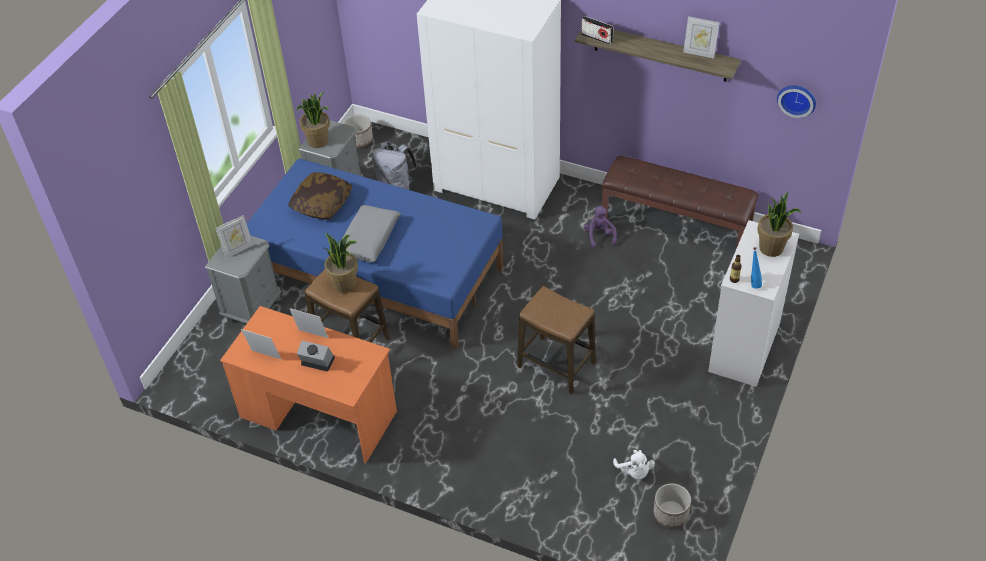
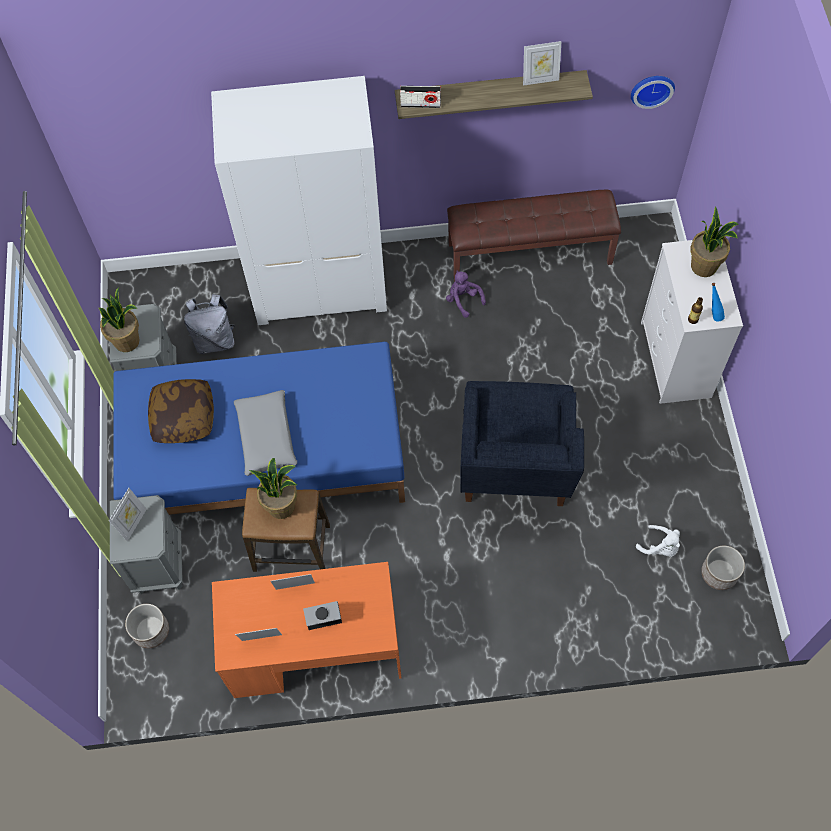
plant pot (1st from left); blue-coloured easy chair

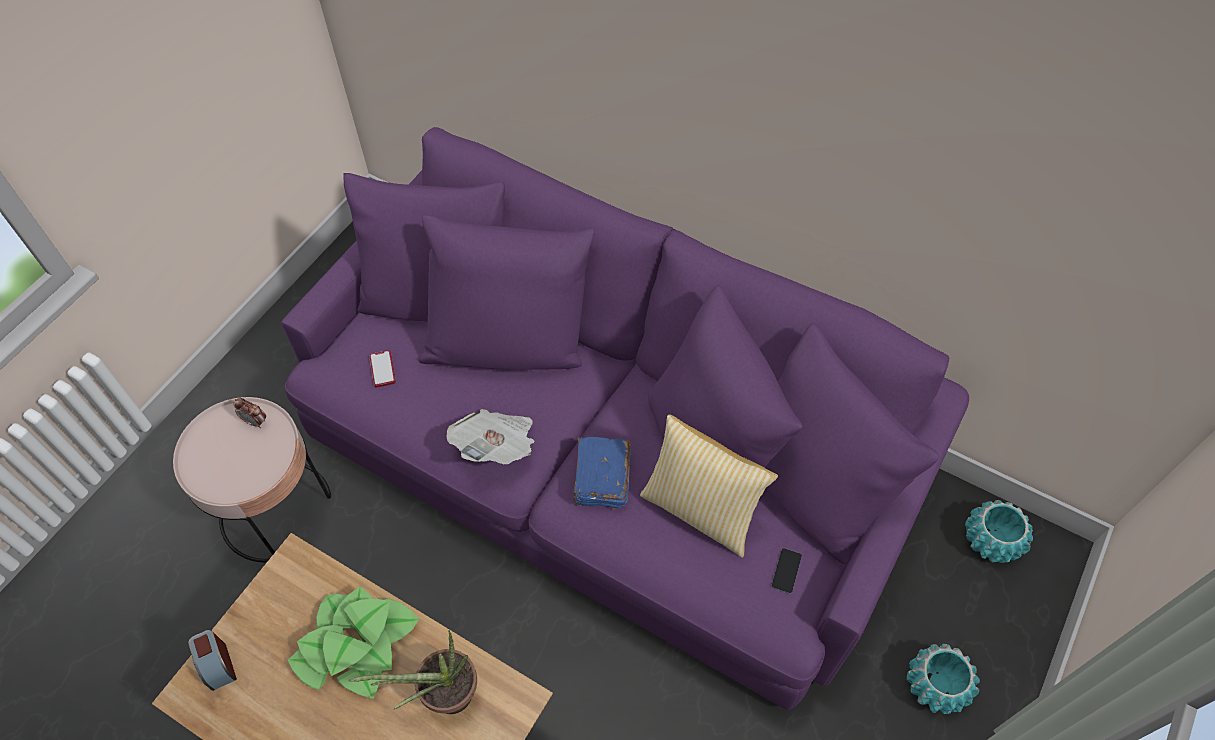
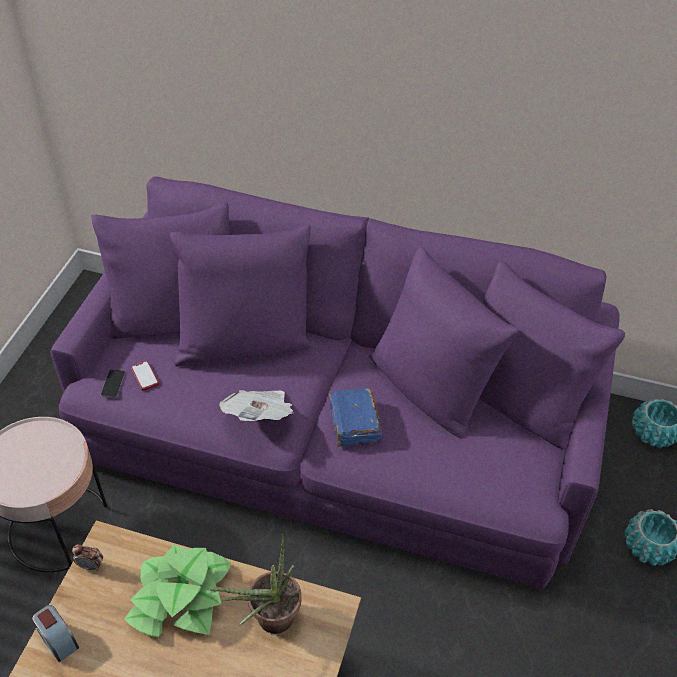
throw pillow; table clock (2nd from left); telephone (1st from left)

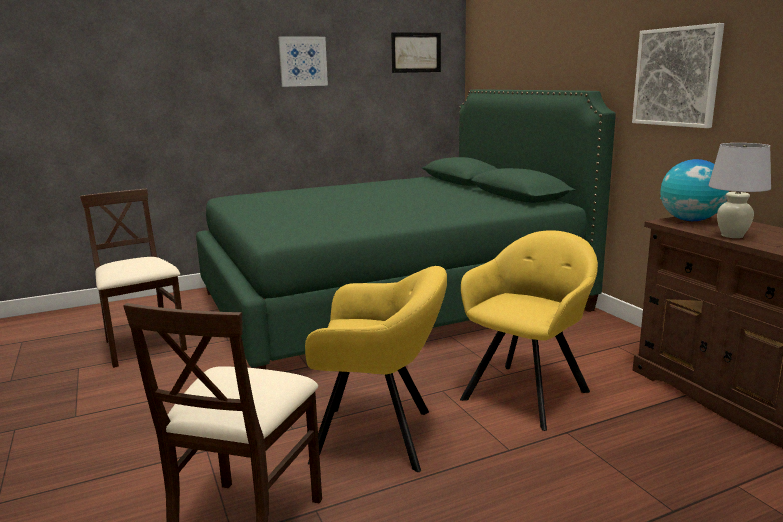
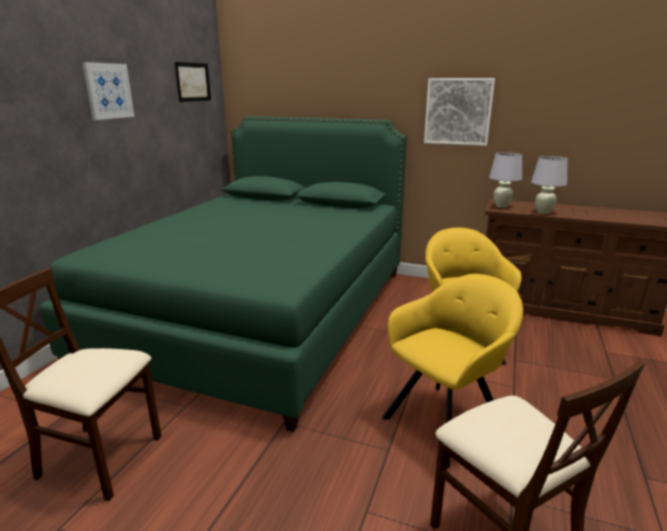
white lamp for a table (1st from left)

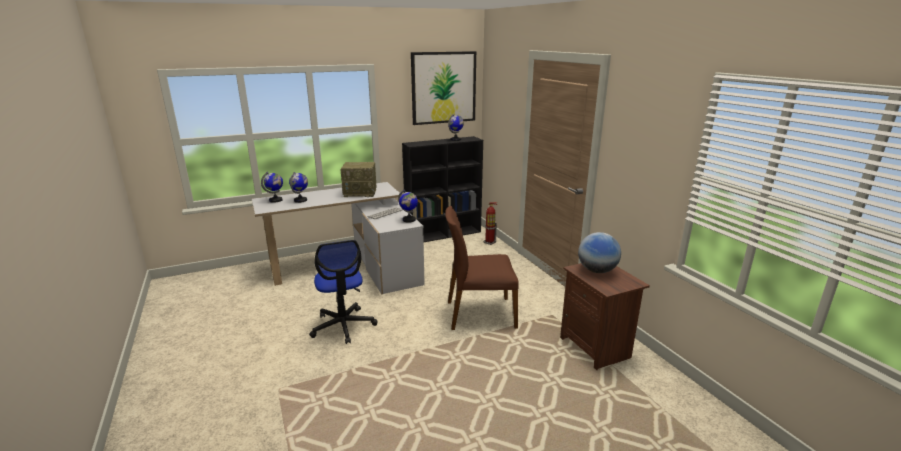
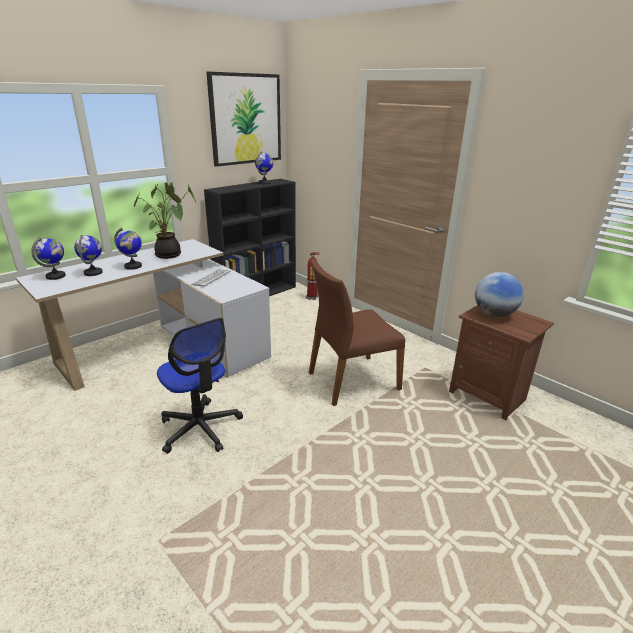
world globe (3rd from left); plant in a pot

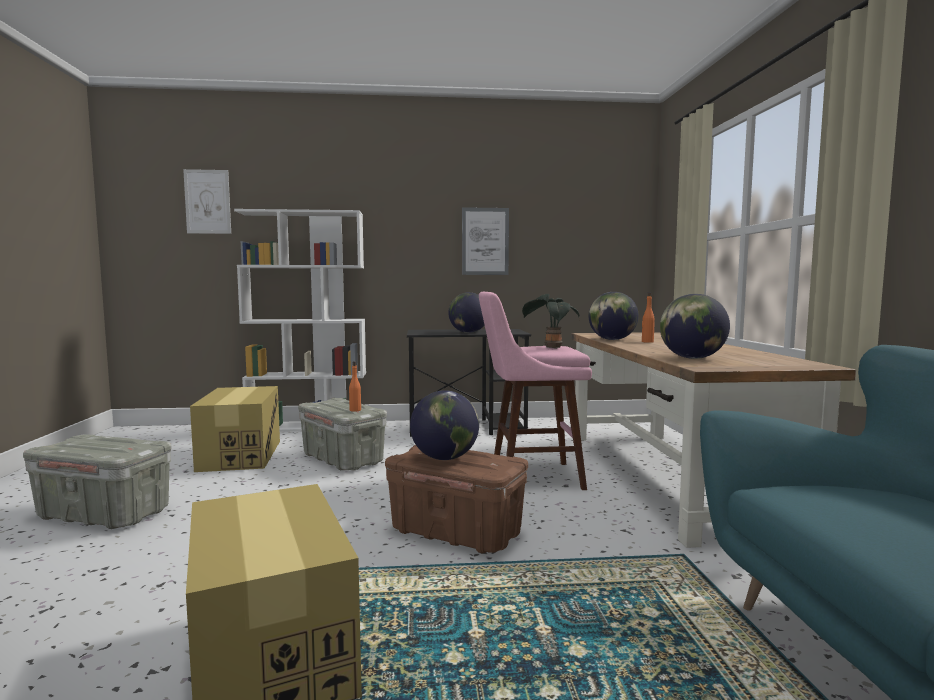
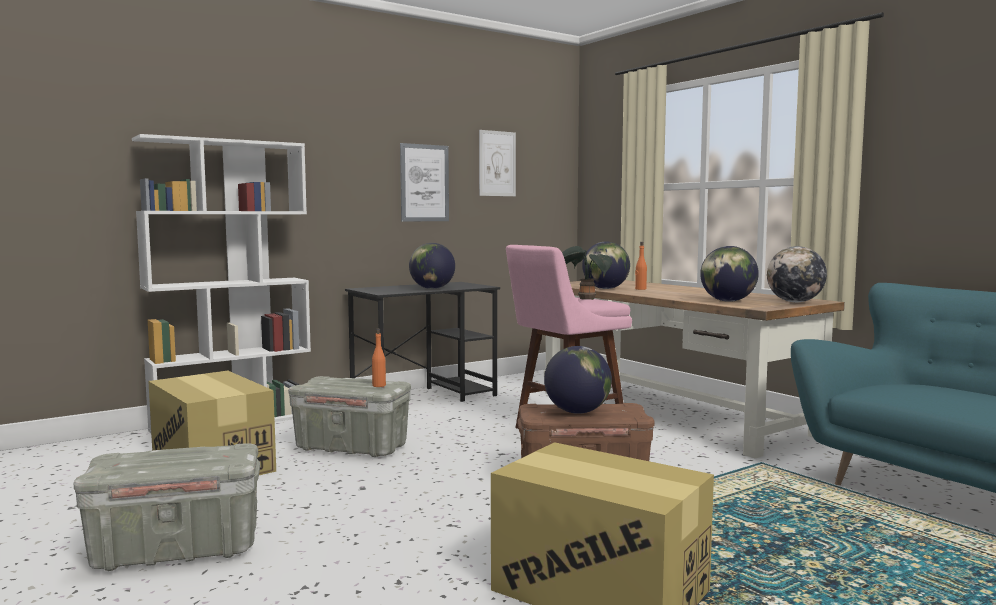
world globe (5th from left); wall picture (2nd from left)

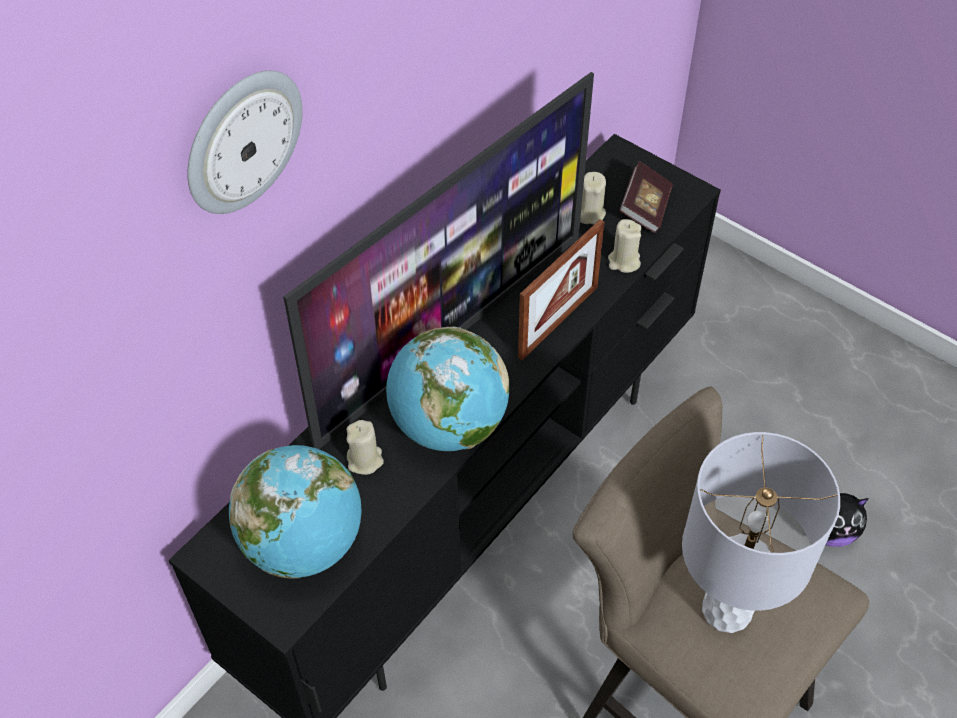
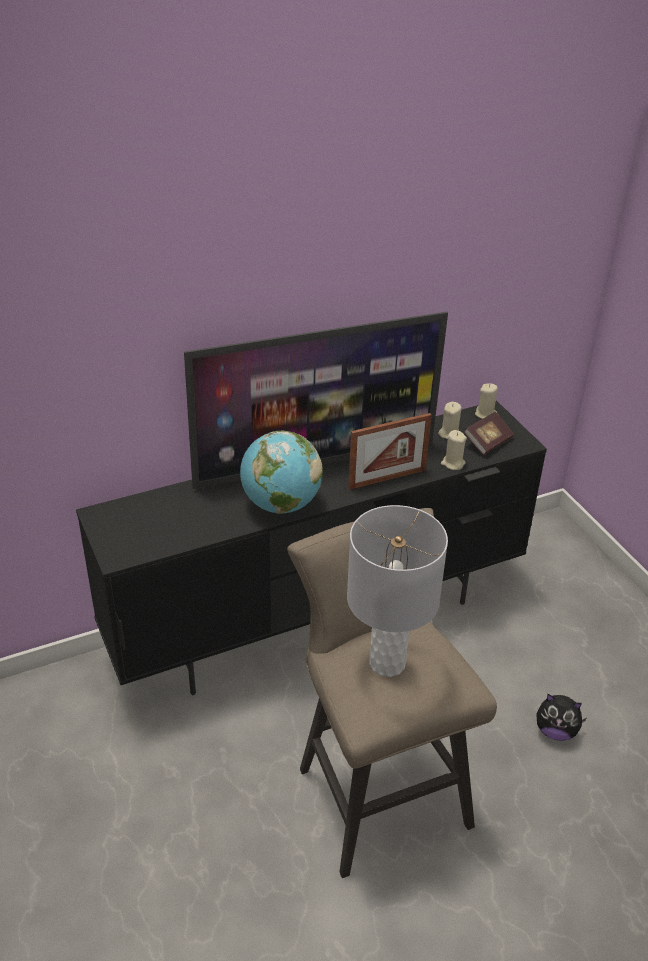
clock on the wall; world globe (1st from left in the first image); beige wax candle (3rd from left)

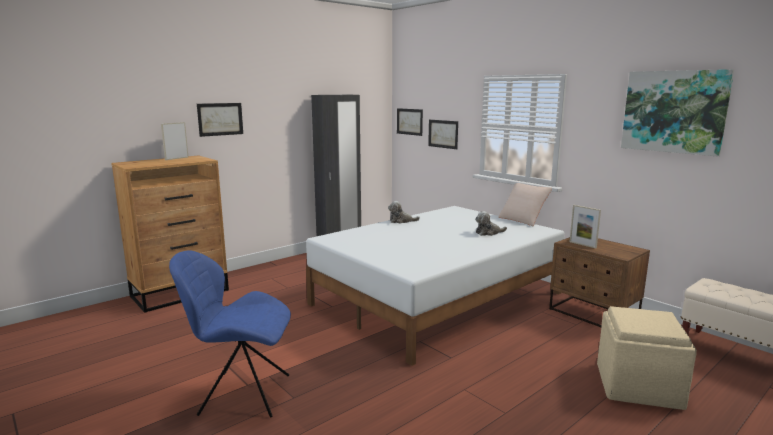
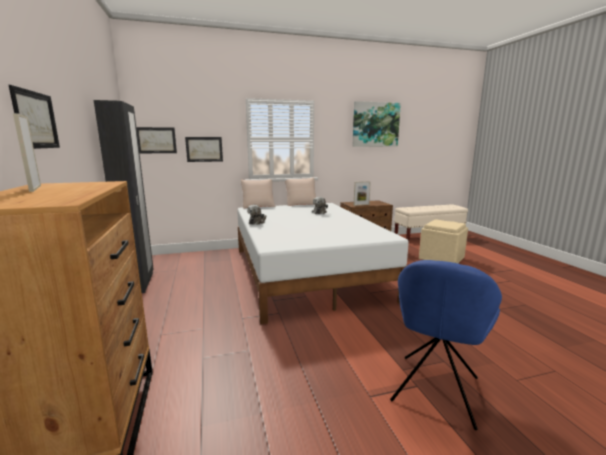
beige throw pillow (1st from left)

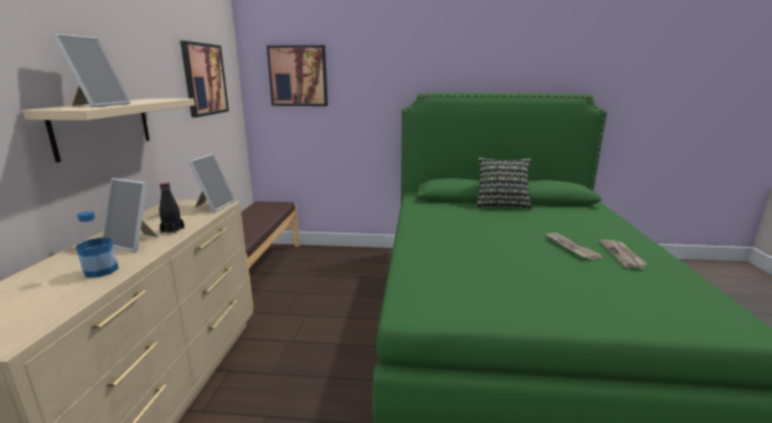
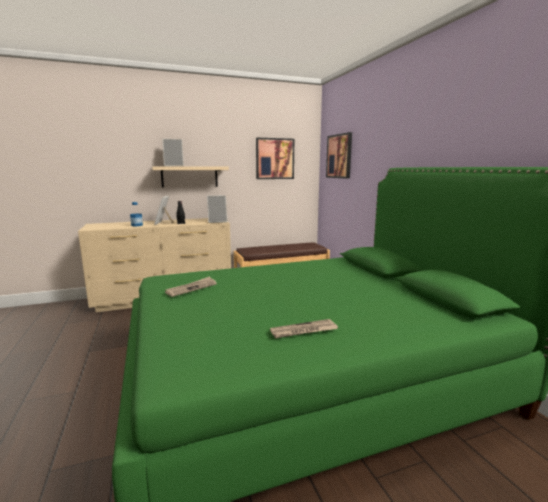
throw pillow; newspaper (1st from left)

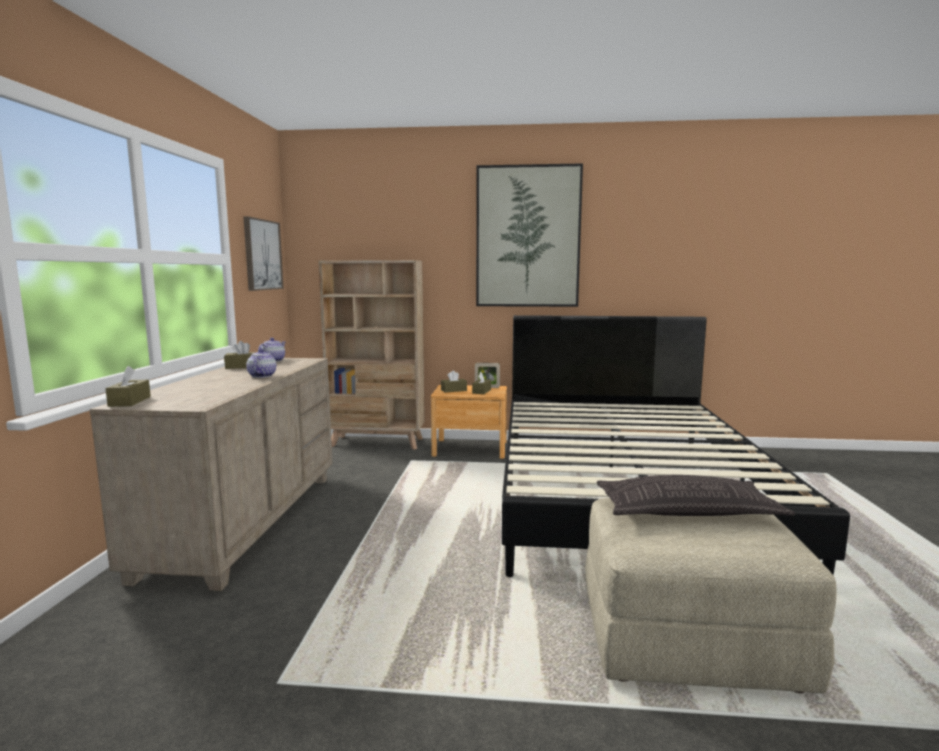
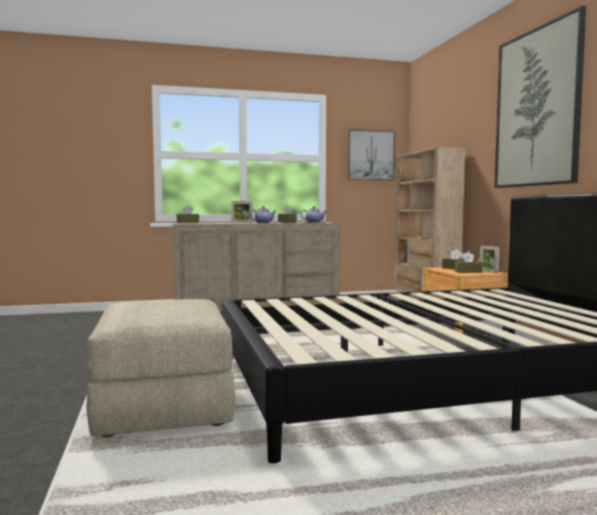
throw pillow; standing frame (1st from left)

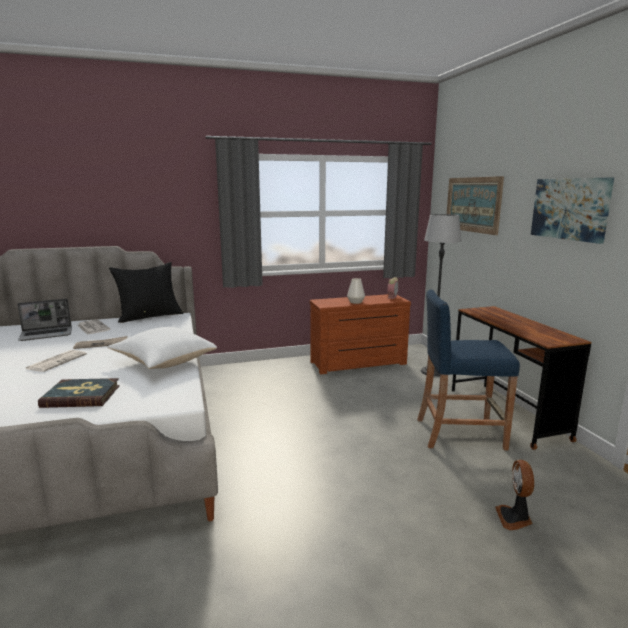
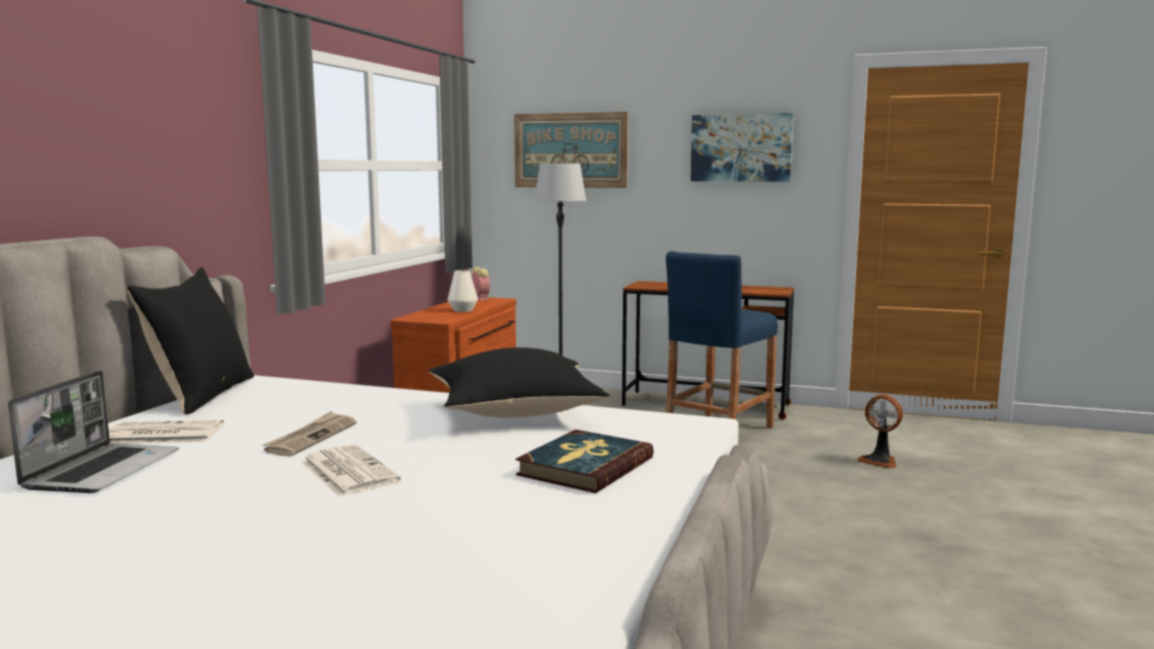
blackish throw pillow (2nd from left)

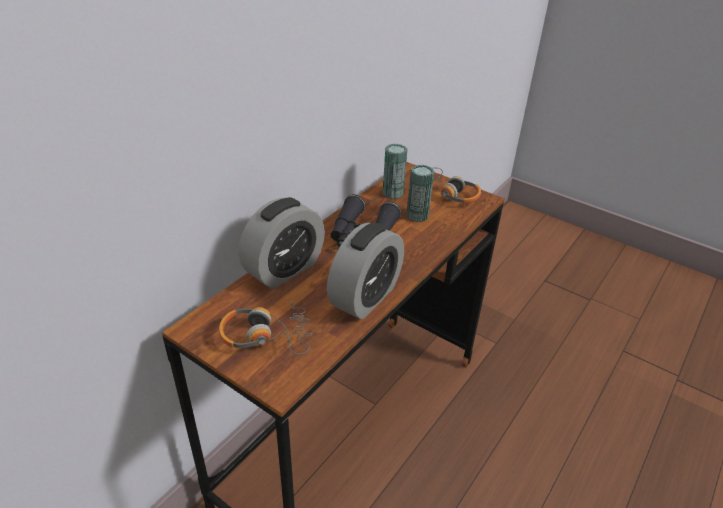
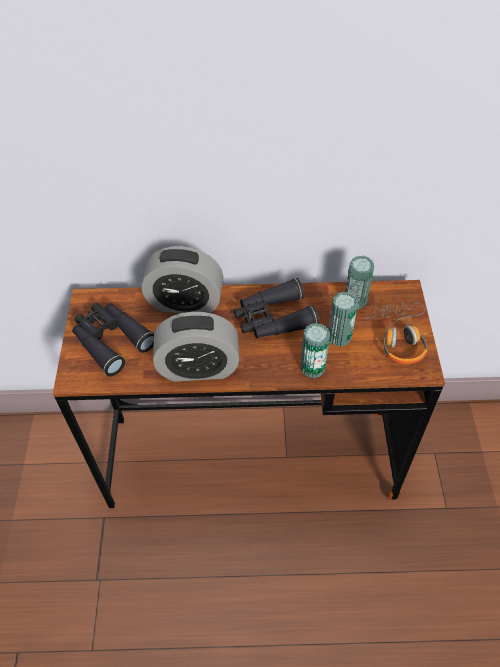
sealed can (1st from left); blackish pair of binoculars (1st from left)

